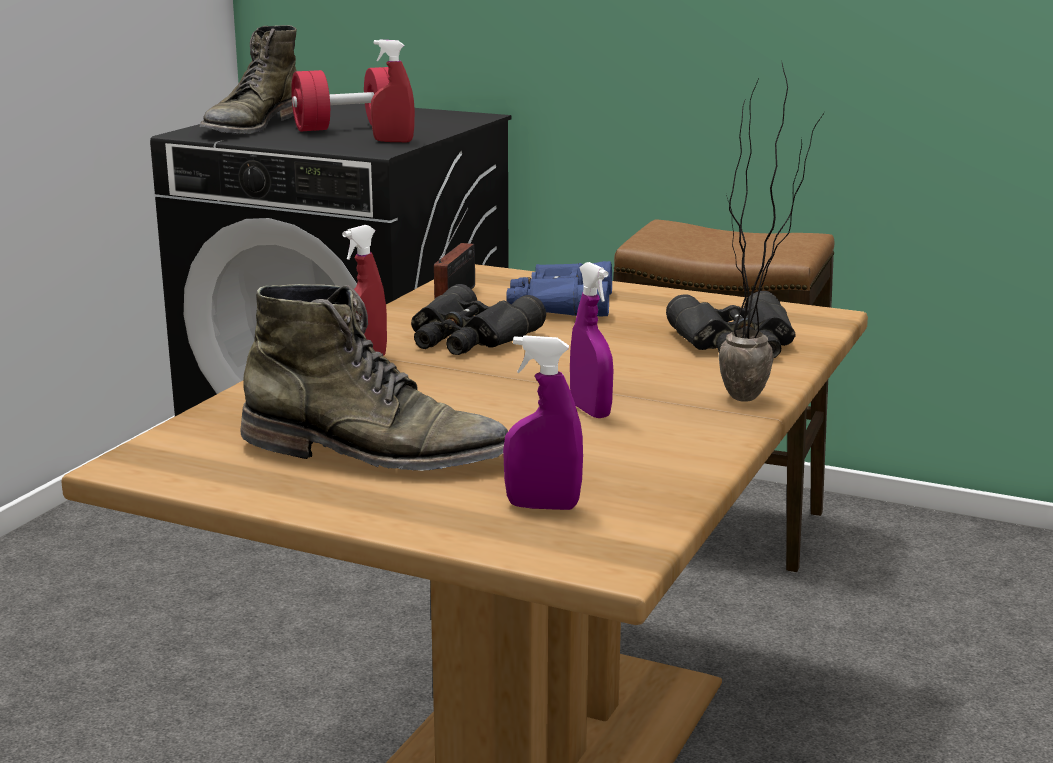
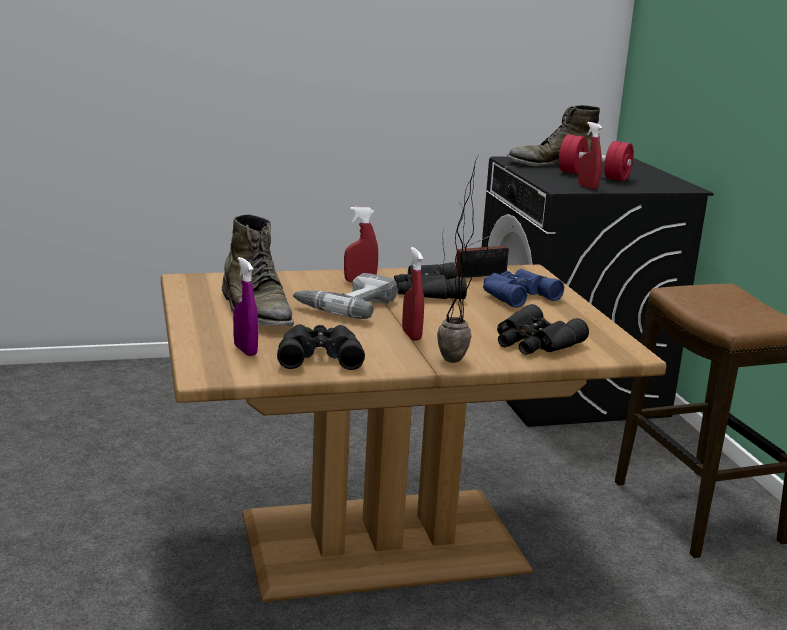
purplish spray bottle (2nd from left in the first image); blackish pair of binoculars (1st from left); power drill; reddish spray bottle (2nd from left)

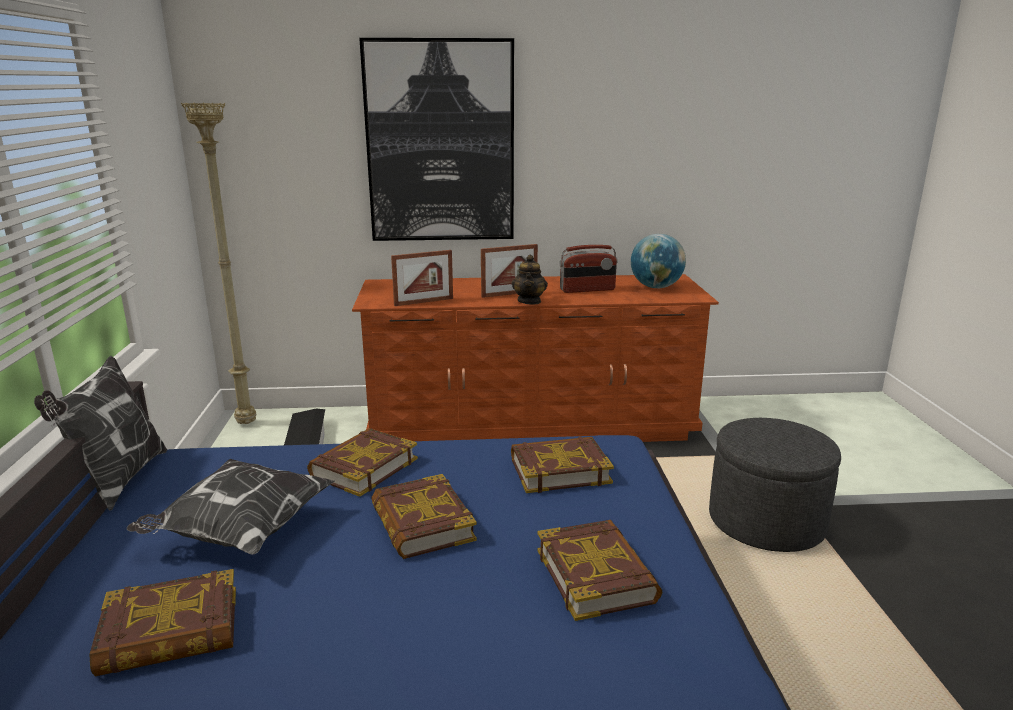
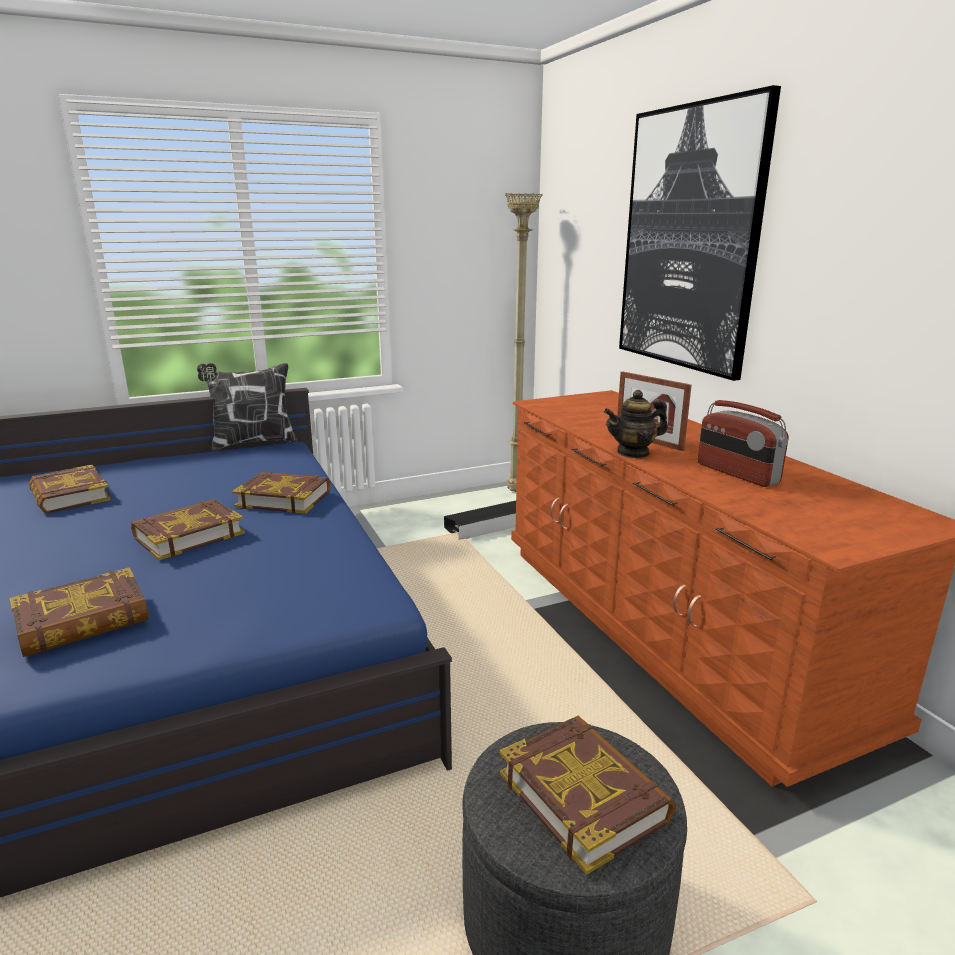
throw pillow (2nd from left in the first image); standing frame (1st from left in the first image); world globe; bound book (5th from left)

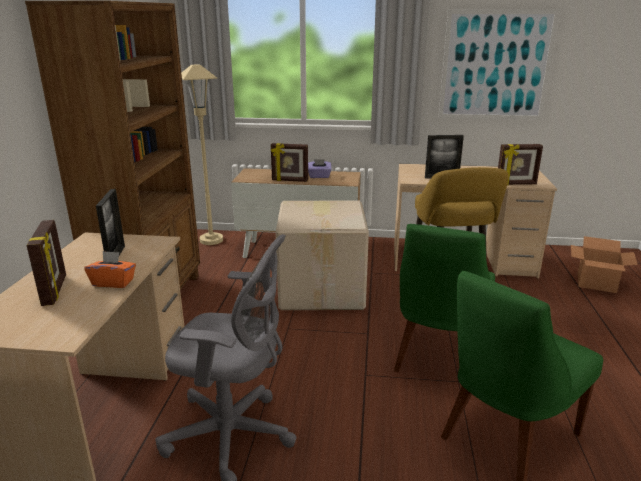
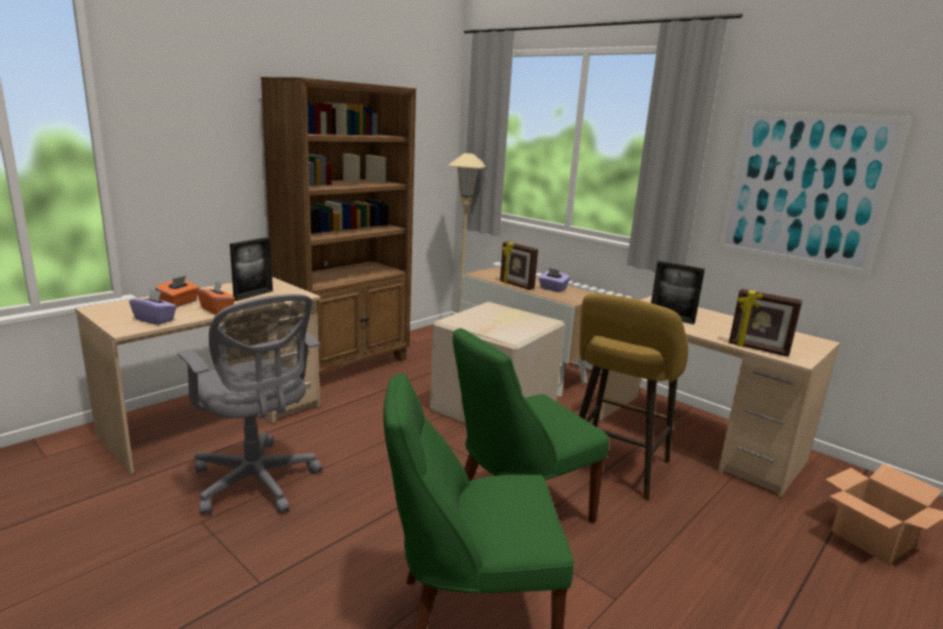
purplish box of tissues (1st from left); orangey box of tissues (1st from left)

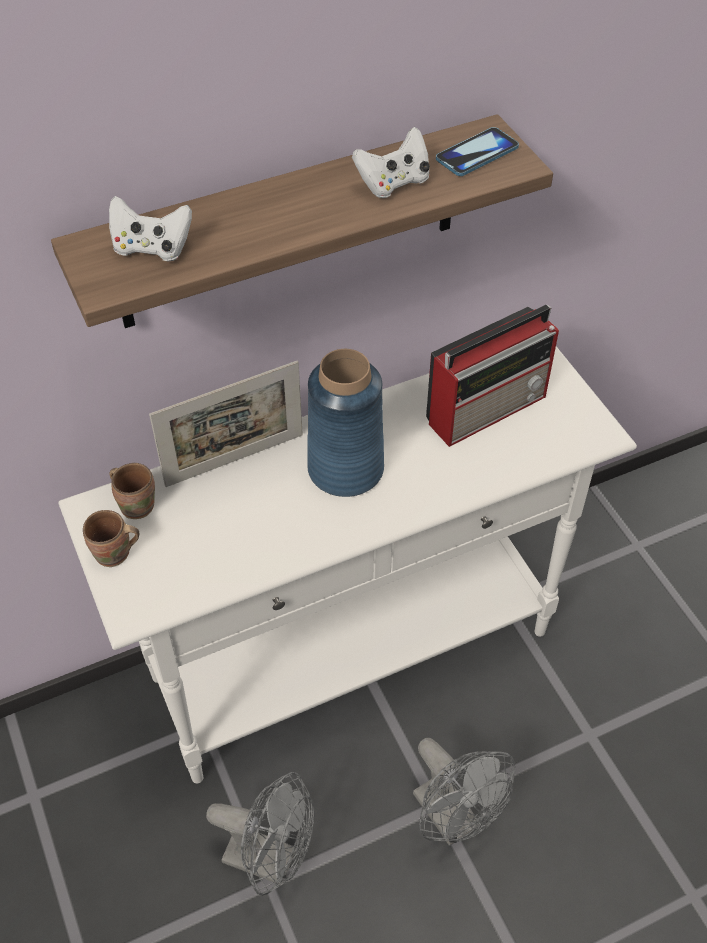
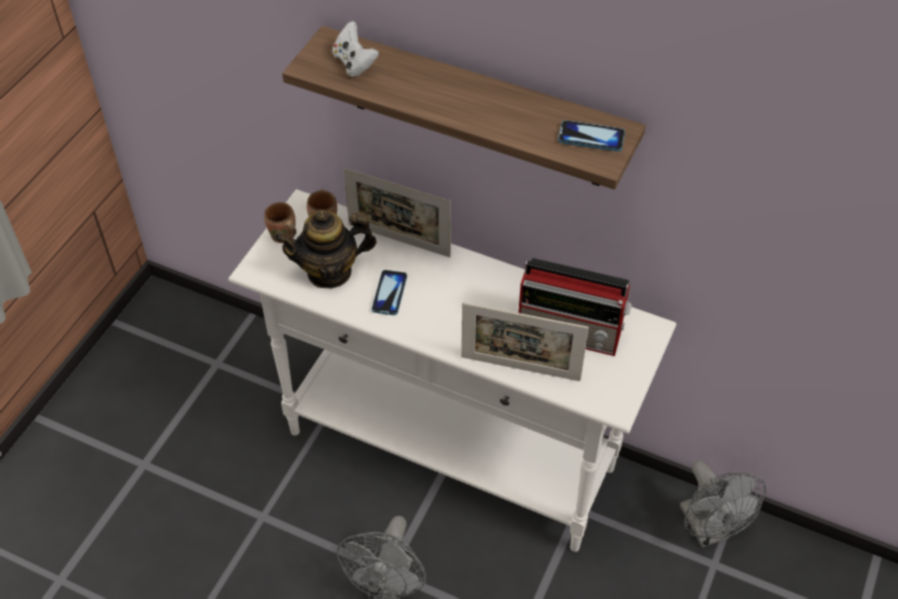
blue-coloured decorative vase; white game controller (2nd from left in the first image); teapot; telephone (1st from left); standing frame (2nd from left); greyish electric fan (2nd from left)

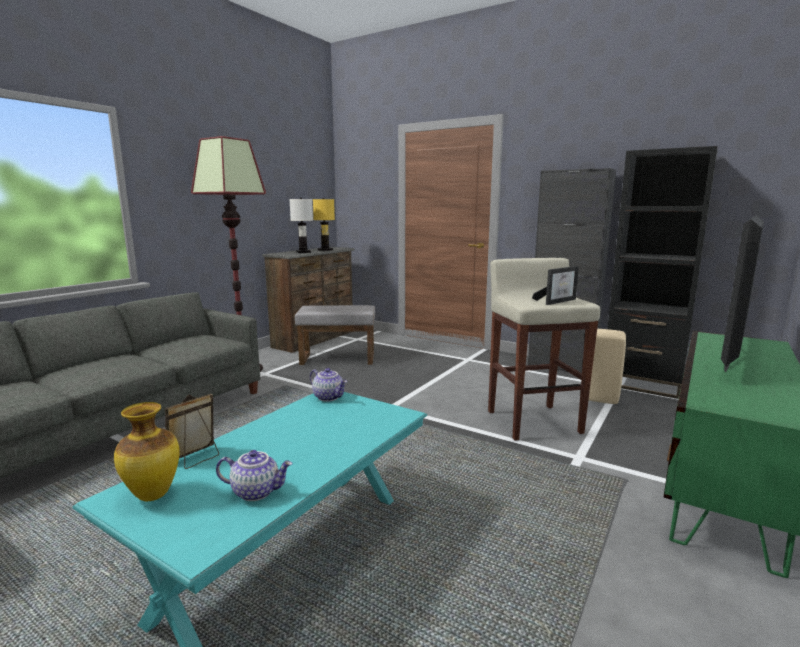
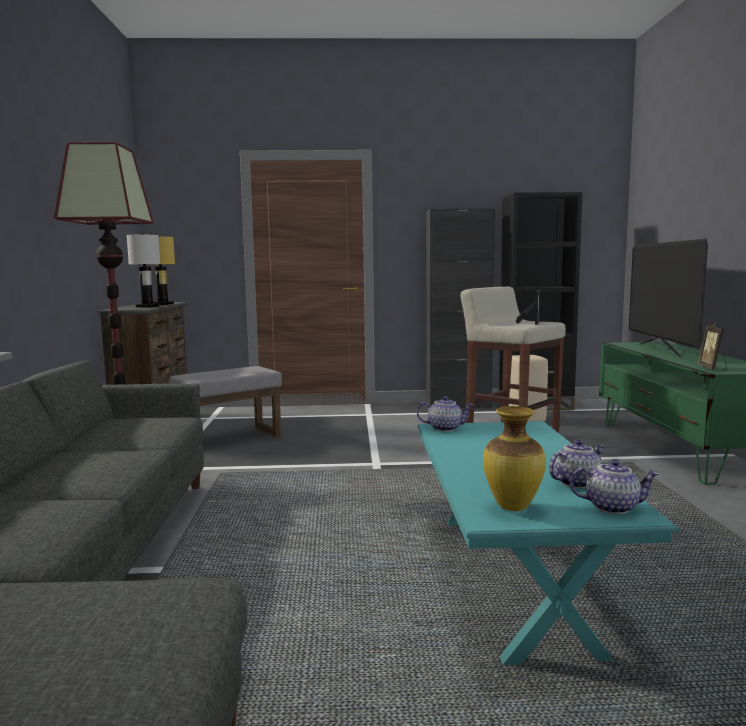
teapot (3rd from left); standing frame (2nd from left)

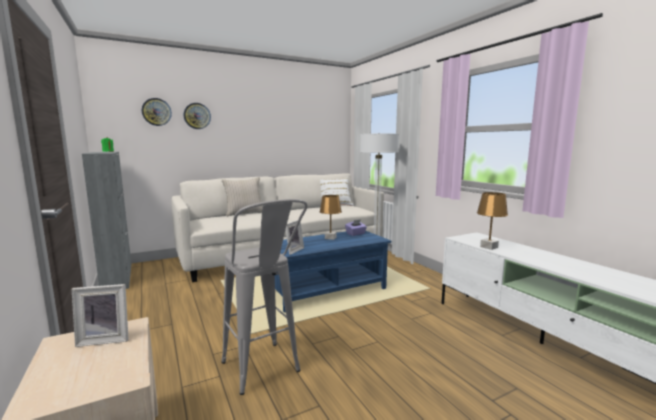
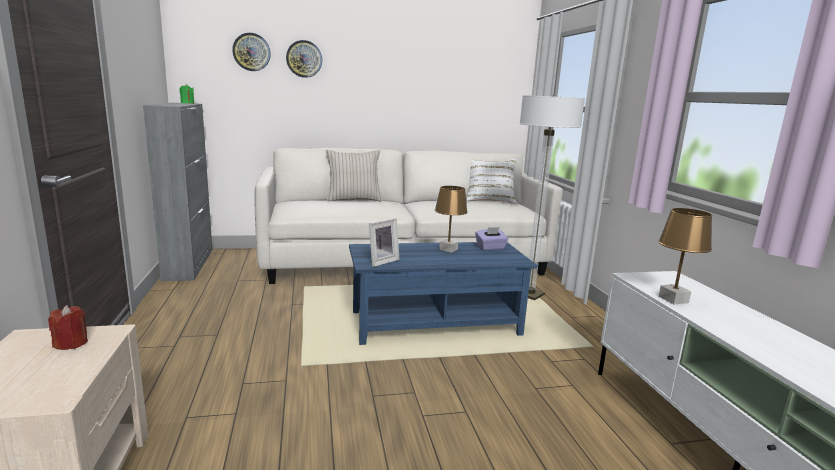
greyish sitting stool; reddish wax candle

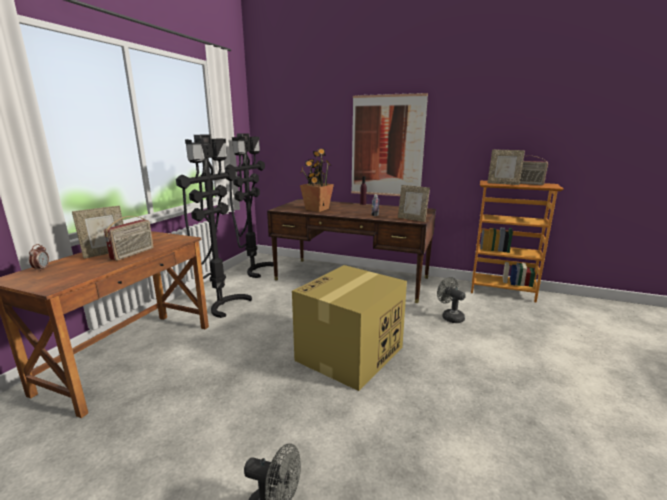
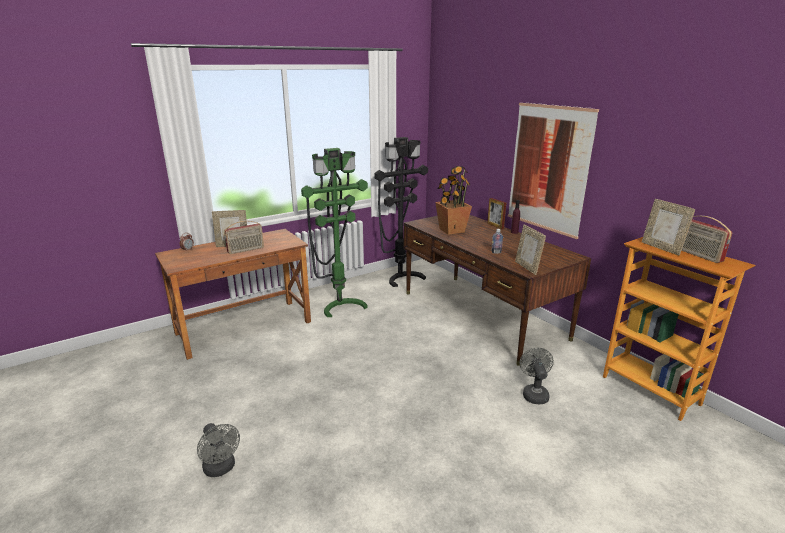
packing box; standing frame (2nd from left); green-coloured floor lamp

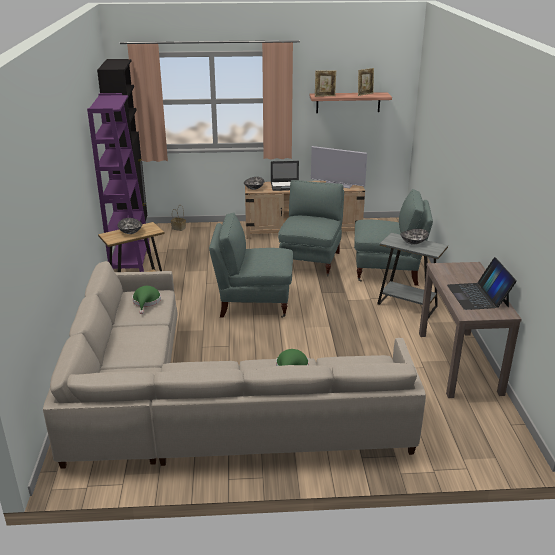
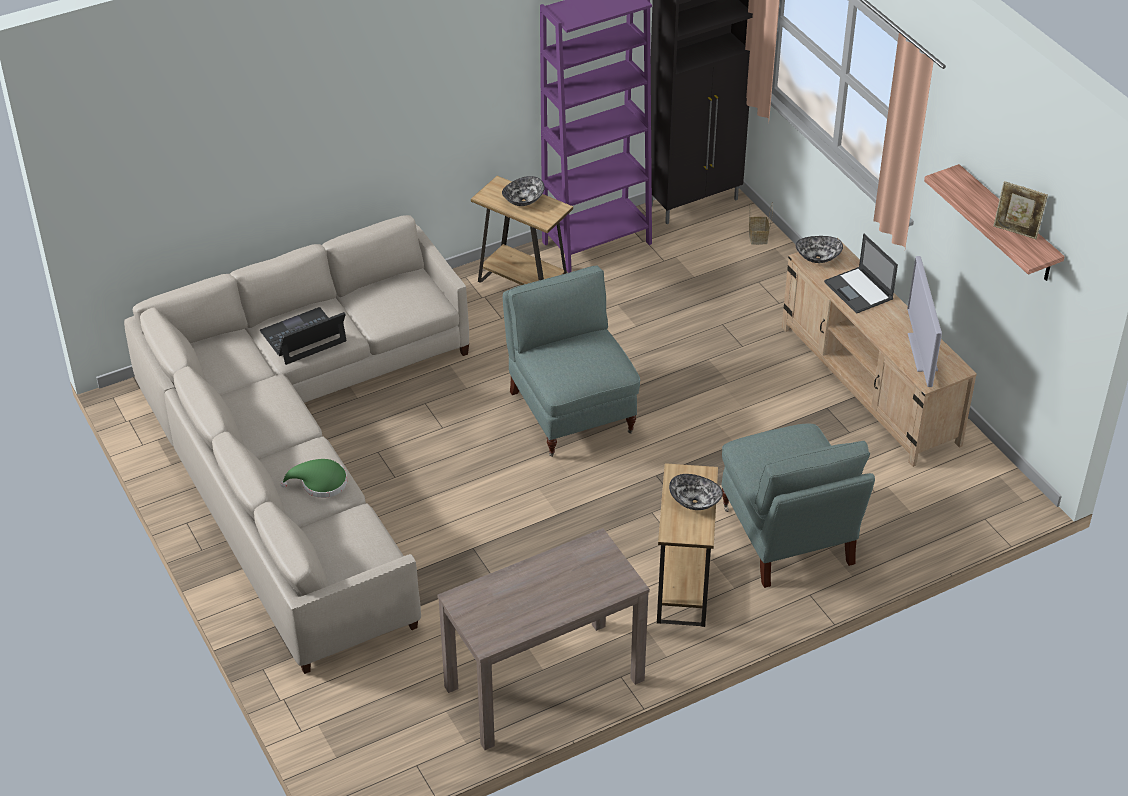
green-coloured clothing hat (1st from left in the first image); greyish easy chair (2nd from left in the first image); standing frame (1st from left in the first image); laptop (1st from left); brownish end table (2nd from left)

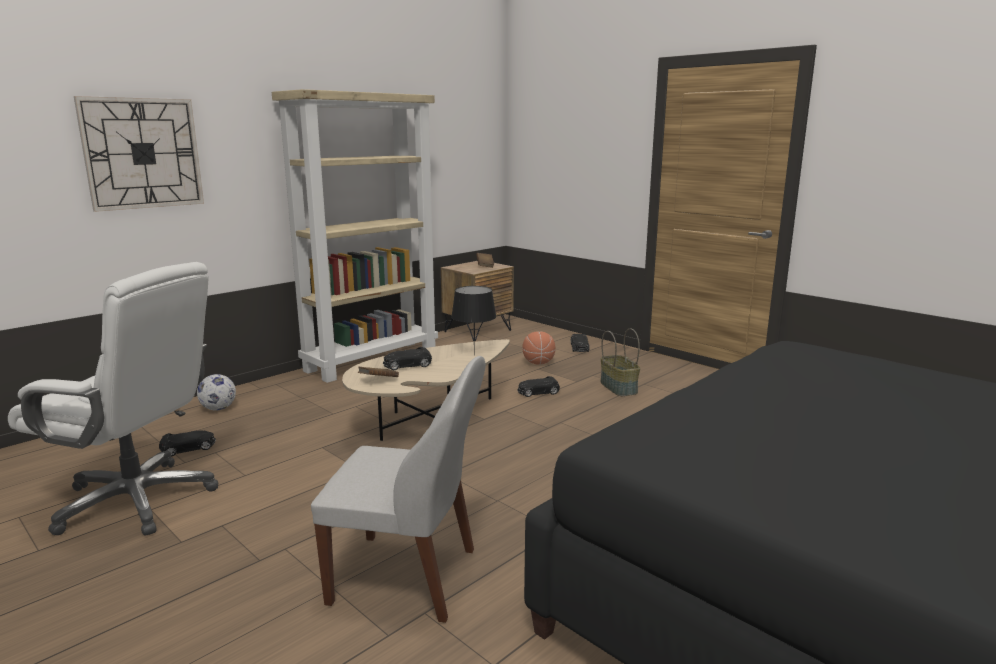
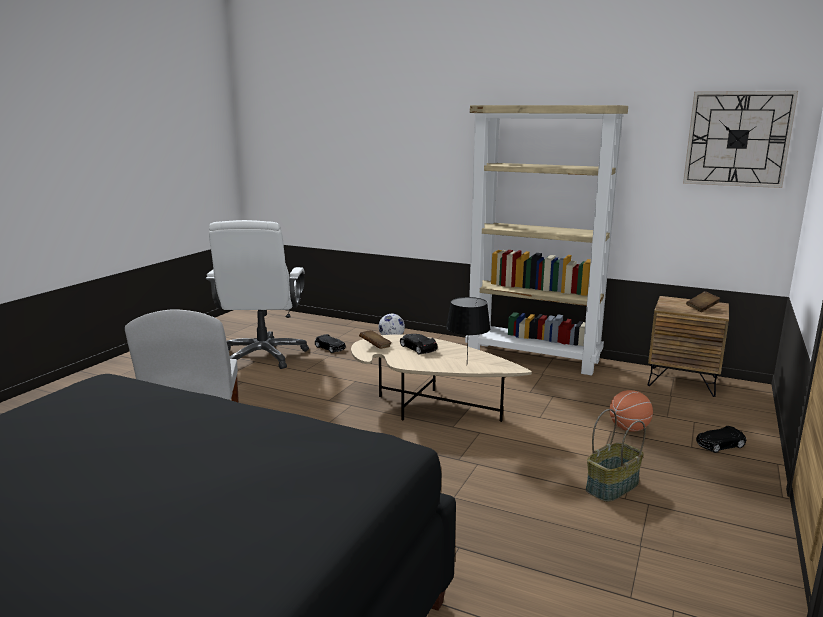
blackish miniature car (3rd from left in the first image); clock on the wall

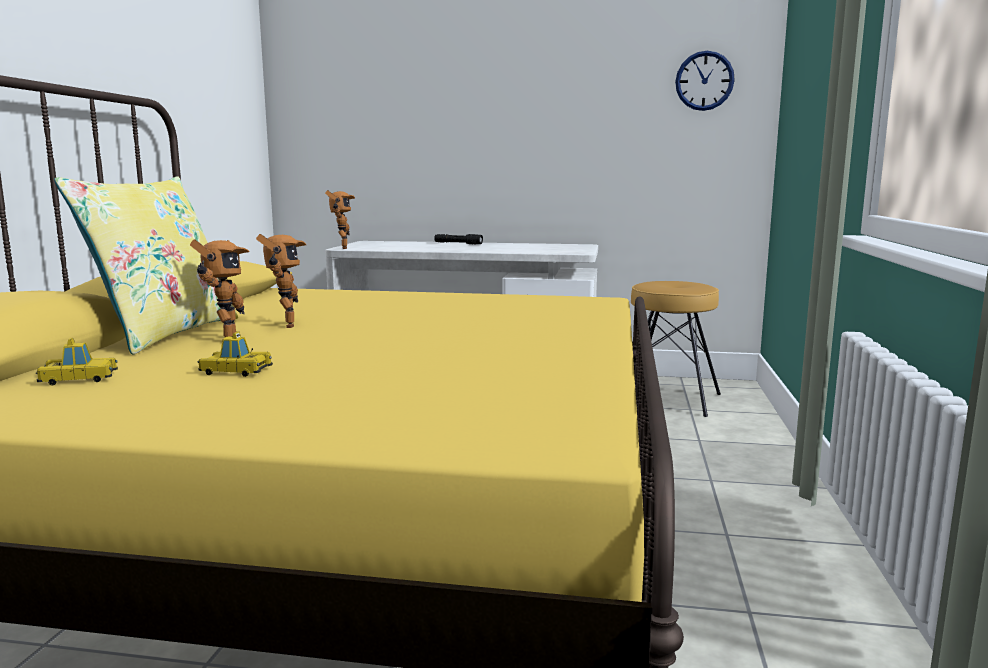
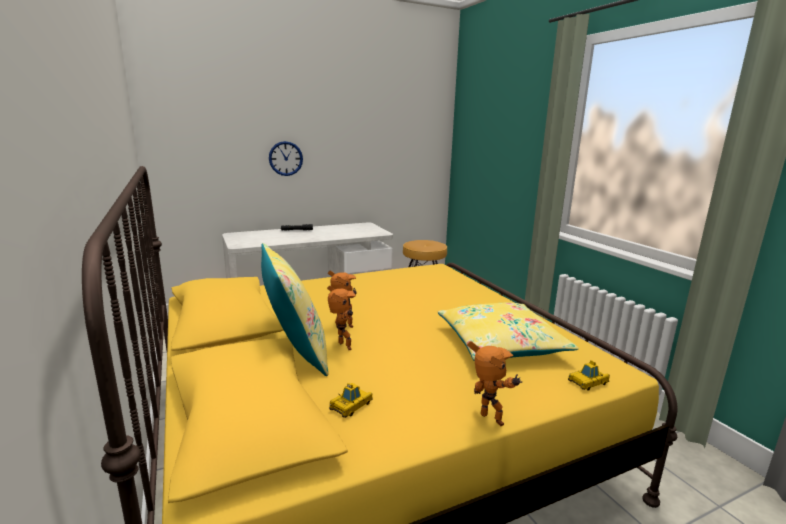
yellow-coloured throw pillow (2nd from left); miniature car (2nd from left); robot figure (3rd from left); clock on the wall

